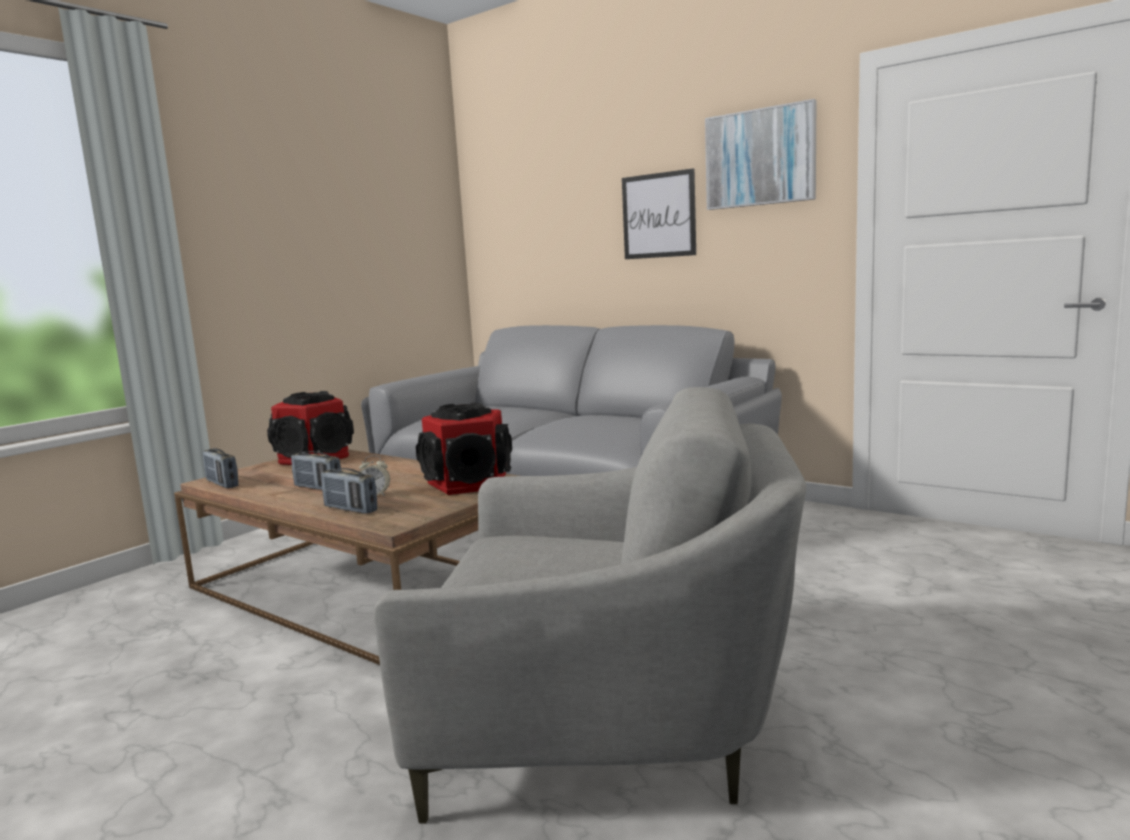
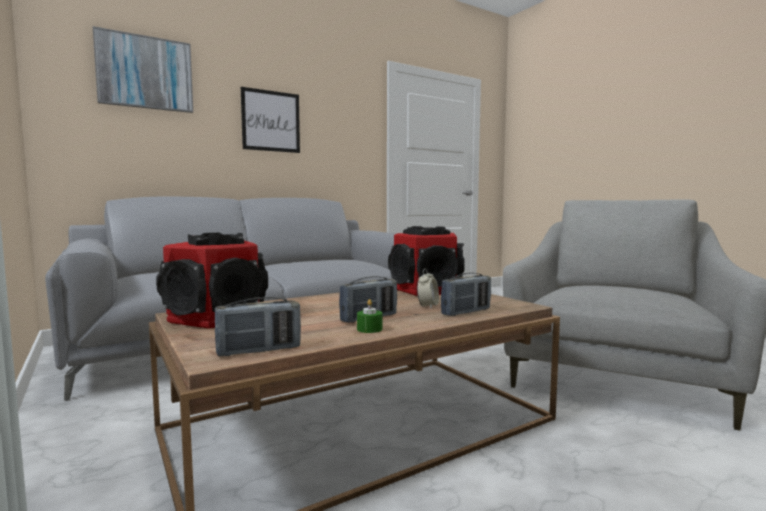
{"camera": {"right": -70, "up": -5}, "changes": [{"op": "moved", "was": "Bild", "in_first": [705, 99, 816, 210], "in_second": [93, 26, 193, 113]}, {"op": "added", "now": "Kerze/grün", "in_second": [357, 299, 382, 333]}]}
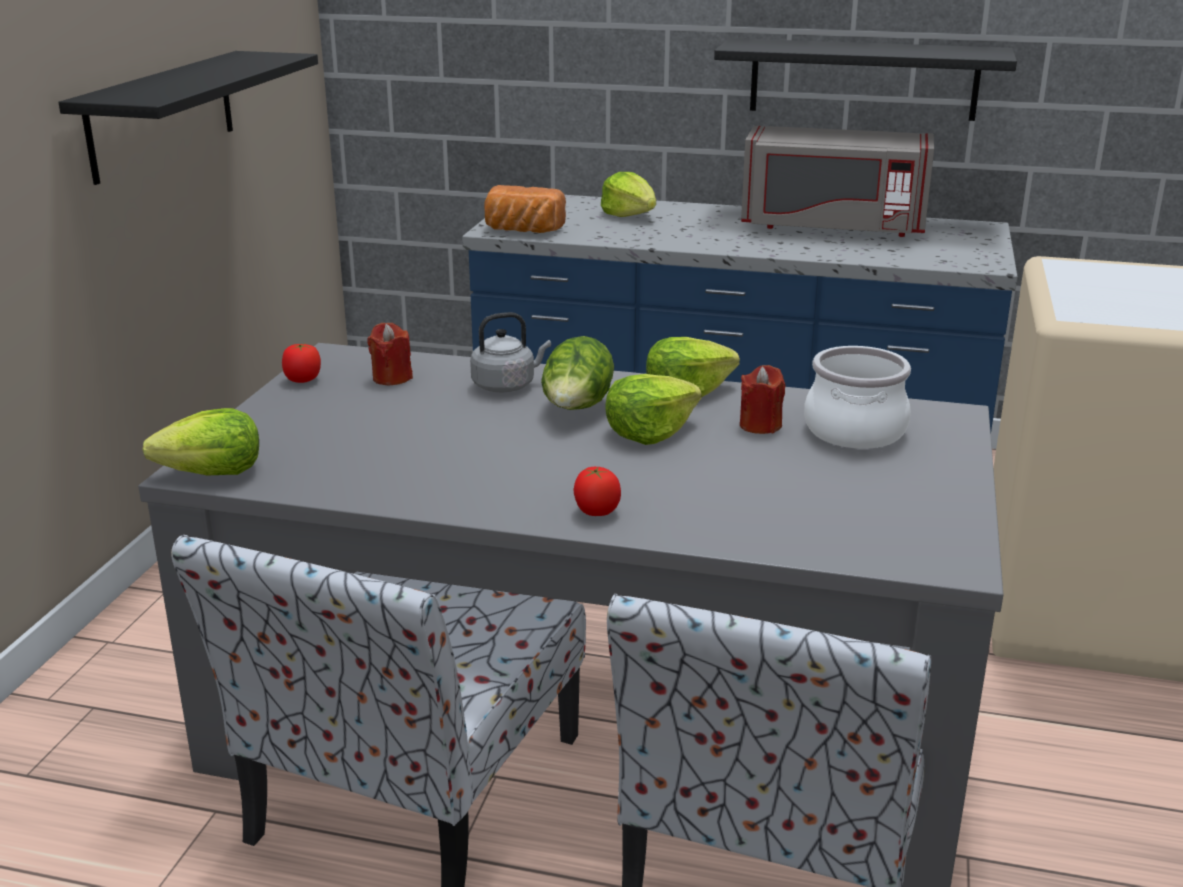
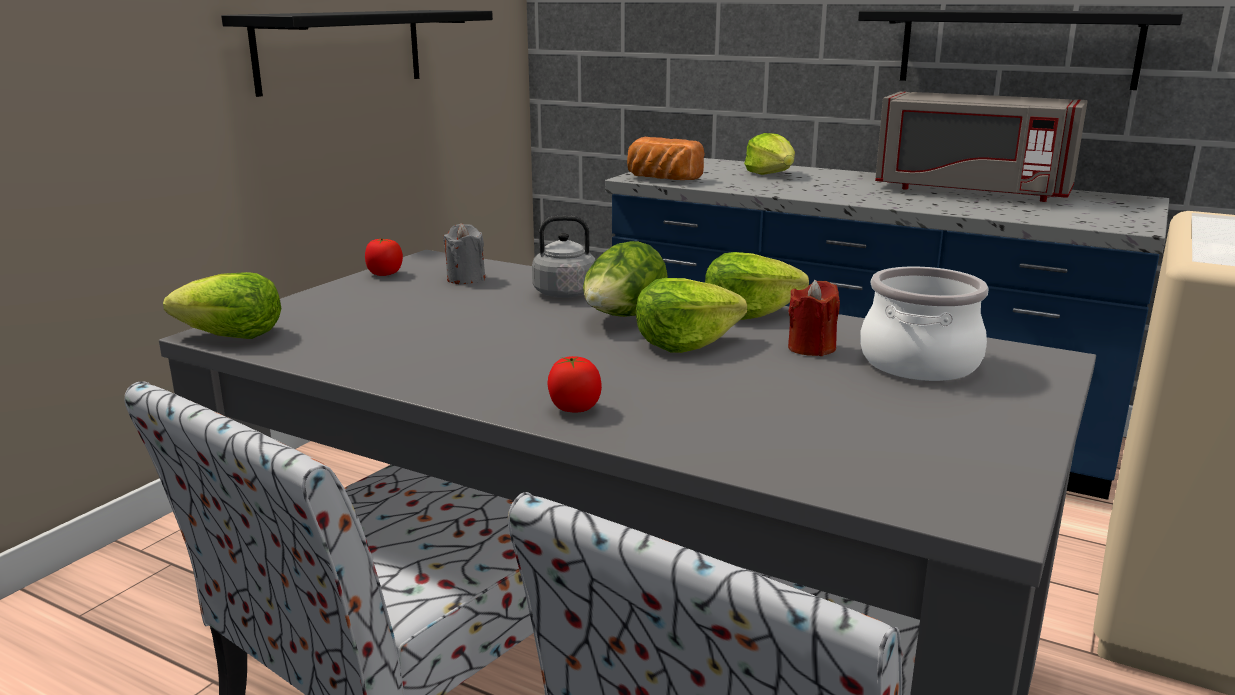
{"camera": {"right": 15, "up": -5}, "changes": [{"op": "recoloured", "was": "Kerze/rot", "now": "Kerze/grau", "in_first": [367, 323, 413, 386], "in_second": [443, 223, 485, 284]}]}
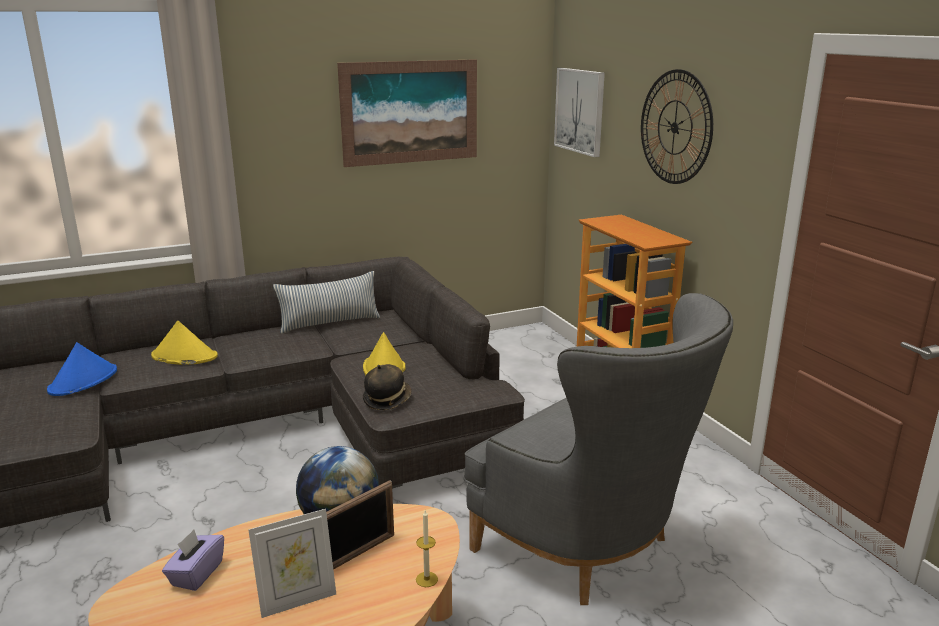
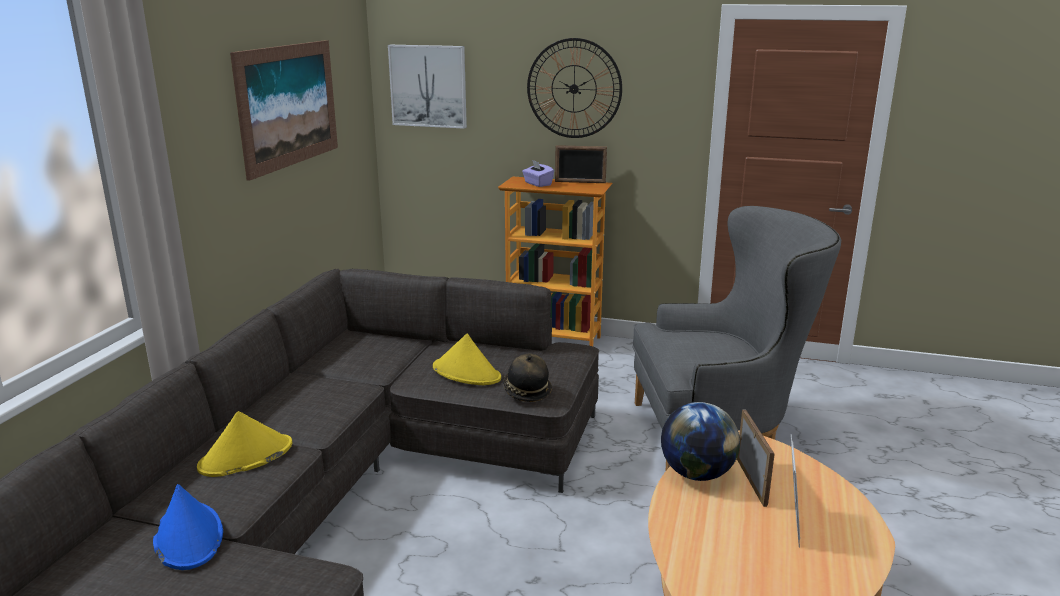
{"camera": {"right": -50, "up": 0}, "changes": [{"op": "removed", "was": "Kissen", "in_first": [273, 271, 380, 334]}, {"op": "removed", "was": "Kerze", "in_first": [416, 510, 438, 587]}, {"op": "moved", "was": "Taschentuchbox/lila", "in_first": [162, 530, 224, 591], "in_second": [522, 160, 554, 187]}, {"op": "added", "now": "Bilderrahmen", "in_second": [555, 145, 607, 183]}]}
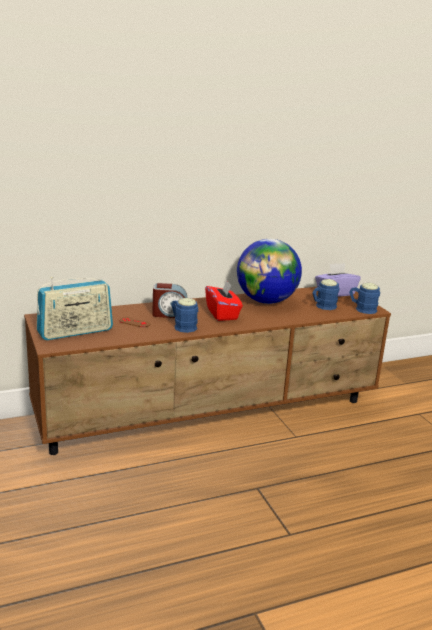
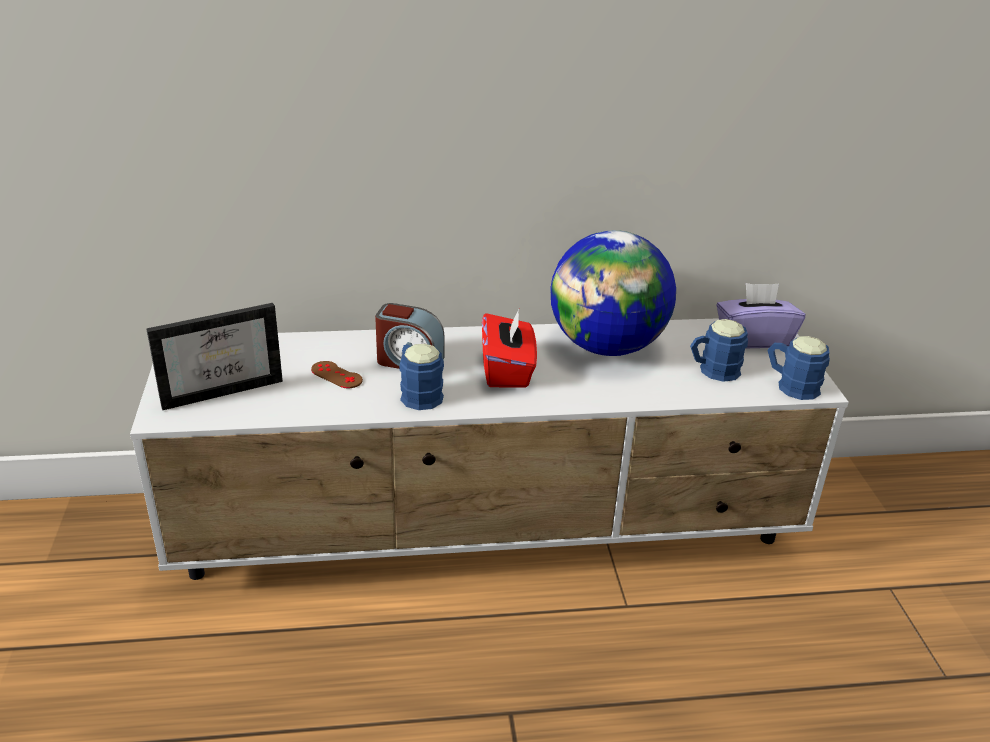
{"camera": {"right": 15, "up": 10}, "changes": [{"op": "replaced", "was": "Radio", "now": "Bilderrahmen", "in_first": [37, 277, 113, 340], "in_second": [146, 303, 283, 410]}, {"op": "recoloured", "was": "Fernsehschrank/braun", "now": "Fernsehschrank/weiß", "in_first": [24, 287, 391, 455], "in_second": [130, 318, 849, 580]}]}
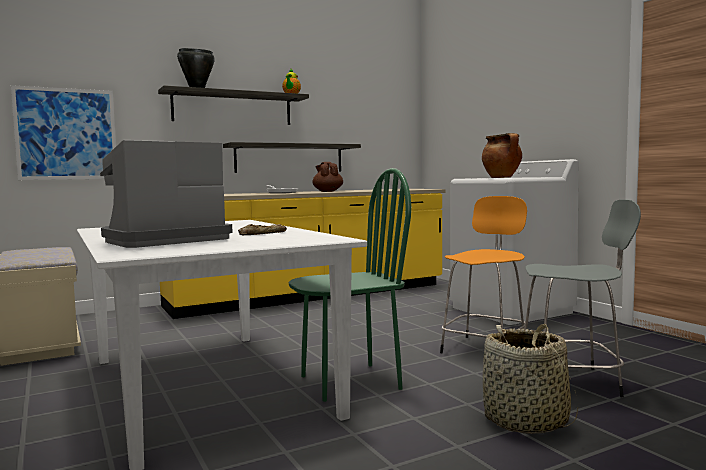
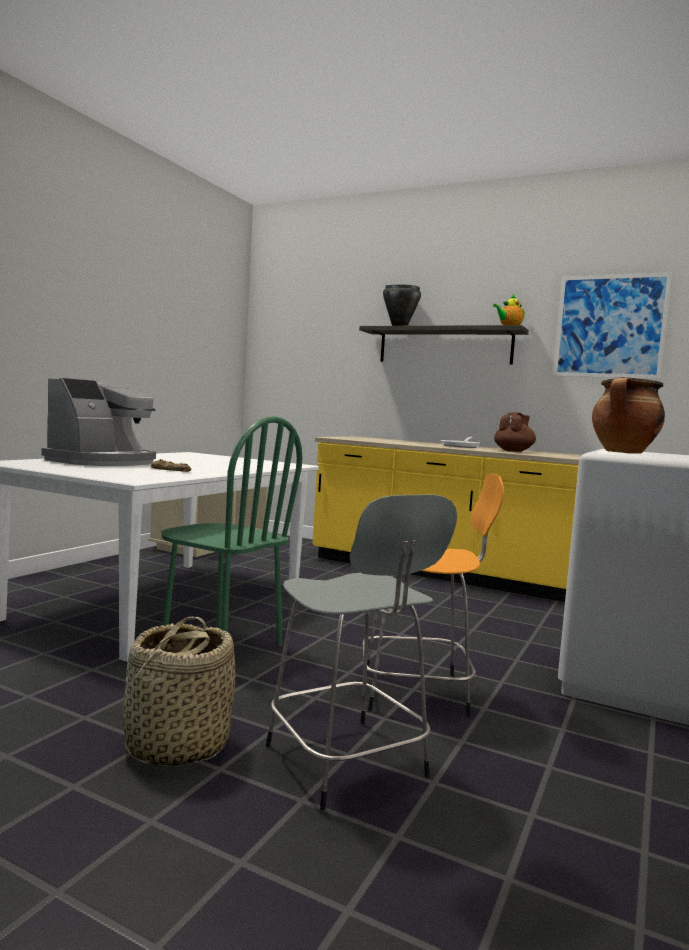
{"camera": {"right": 55, "up": 0}, "changes": [{"op": "moved", "was": "Bild", "in_first": [11, 85, 116, 180], "in_second": [553, 272, 672, 379]}, {"op": "turned", "was": "Kaffeemaschine", "in_first": [100, 140, 233, 248], "in_second": [42, 378, 156, 466], "clockwise": 105}, {"op": "removed", "was": "Wandregal", "in_first": [223, 142, 361, 173]}]}
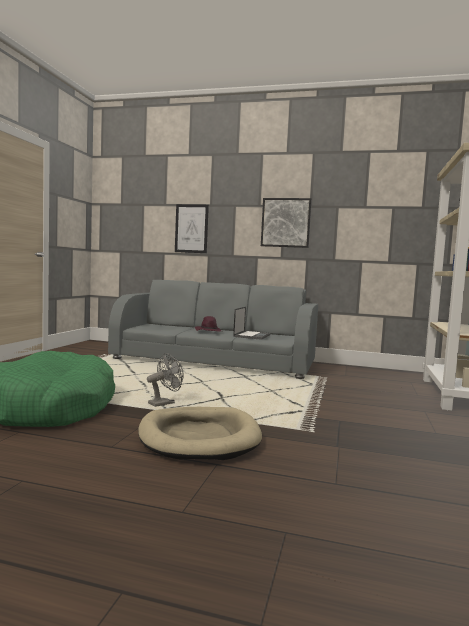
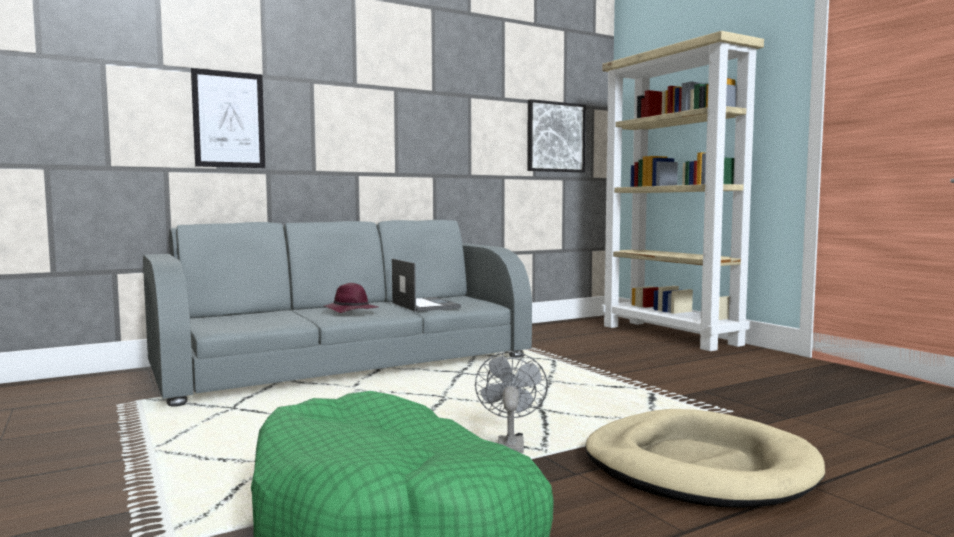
{"camera": {"right": -45, "up": 0}, "changes": [{"op": "moved", "was": "Bild", "in_first": [261, 198, 312, 248], "in_second": [527, 99, 586, 172]}]}
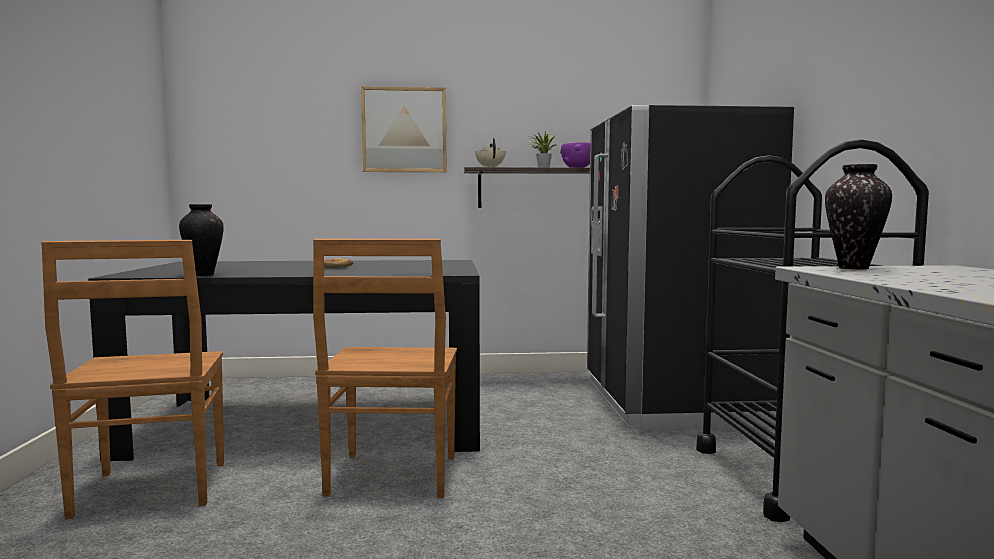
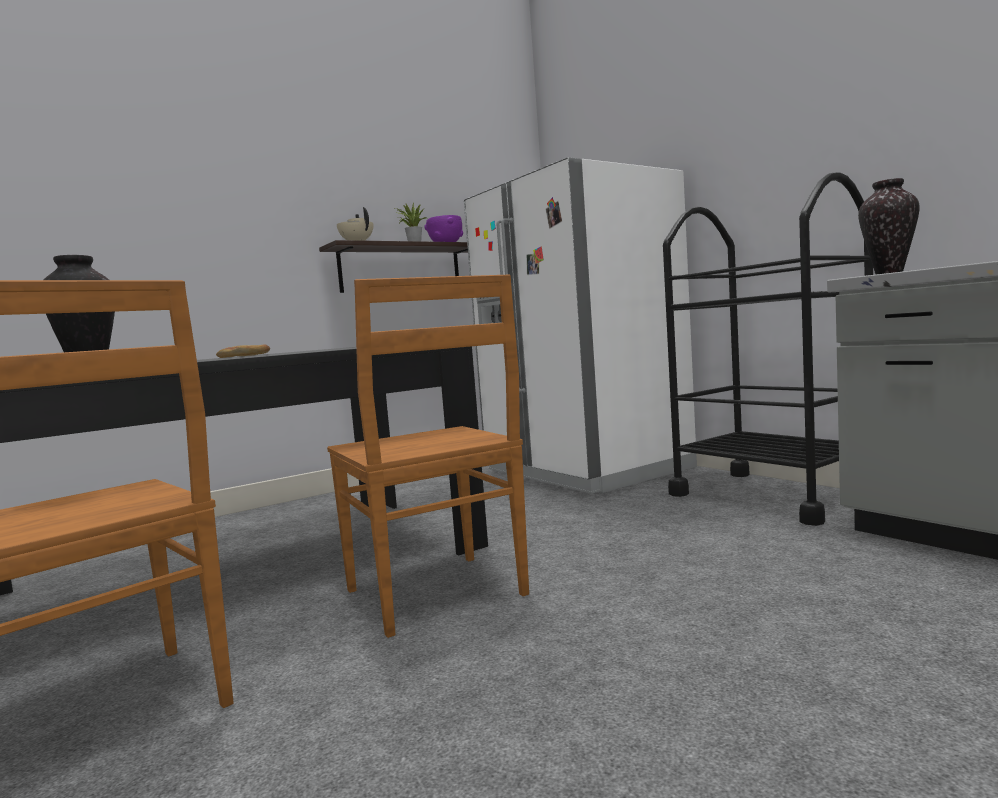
{"camera": {"right": -30, "up": 0}, "changes": [{"op": "removed", "was": "Bild", "in_first": [361, 86, 447, 172]}, {"op": "recoloured", "was": "Kühlschrank/schwarz", "now": "Kühlschrank/weiß", "in_first": [587, 105, 794, 430], "in_second": [464, 157, 697, 494]}]}
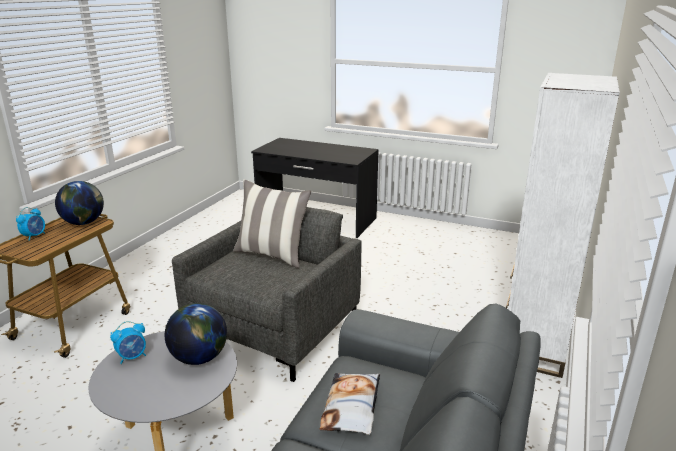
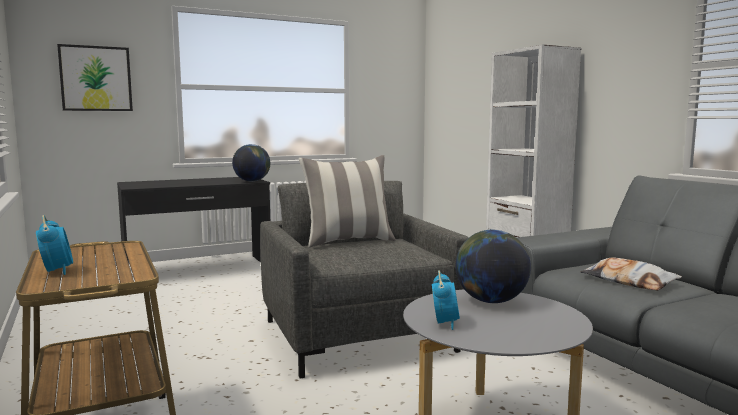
{"camera": {"right": -50, "up": -15}, "changes": [{"op": "moved", "was": "Globus", "in_first": [55, 181, 104, 225], "in_second": [232, 144, 270, 182]}, {"op": "added", "now": "Bild", "in_second": [57, 44, 133, 111]}]}
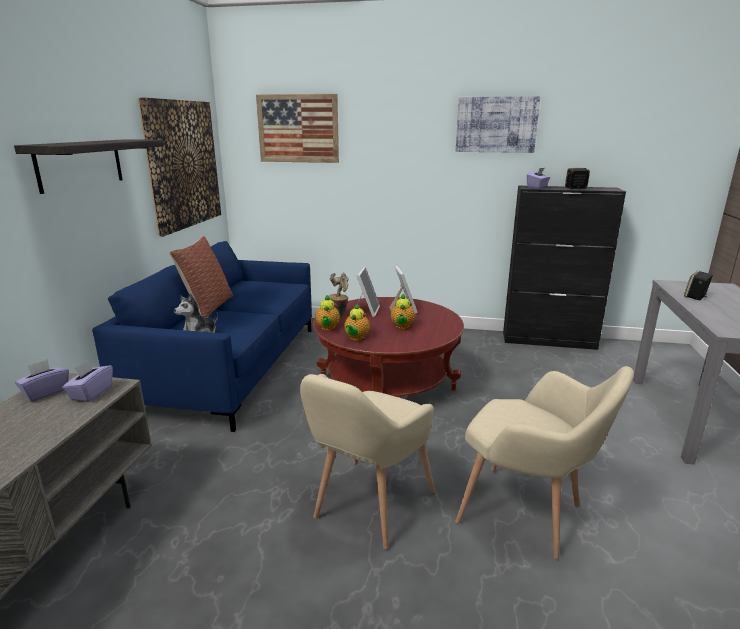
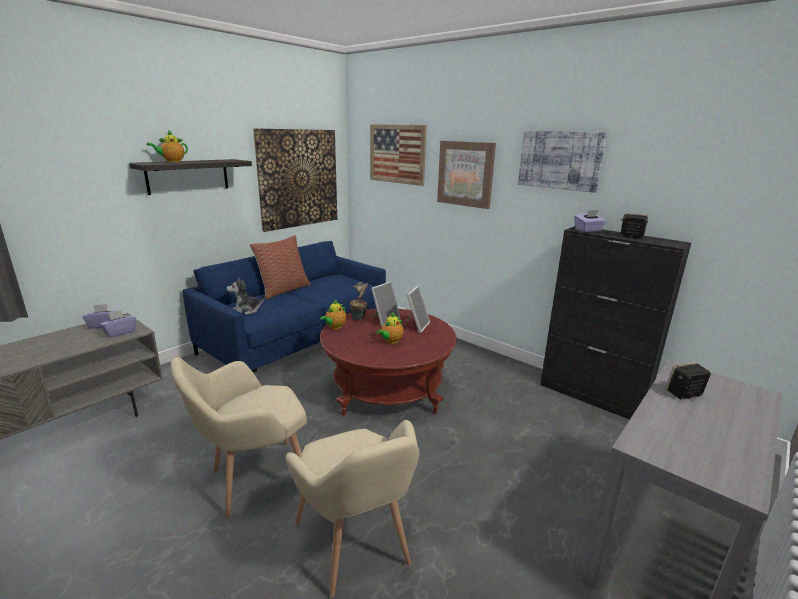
{"camera": {"right": 30, "up": 0}, "changes": [{"op": "moved", "was": "Teekanne", "in_first": [344, 303, 370, 340], "in_second": [147, 131, 188, 162]}, {"op": "added", "now": "Bild", "in_second": [437, 141, 496, 209]}]}
